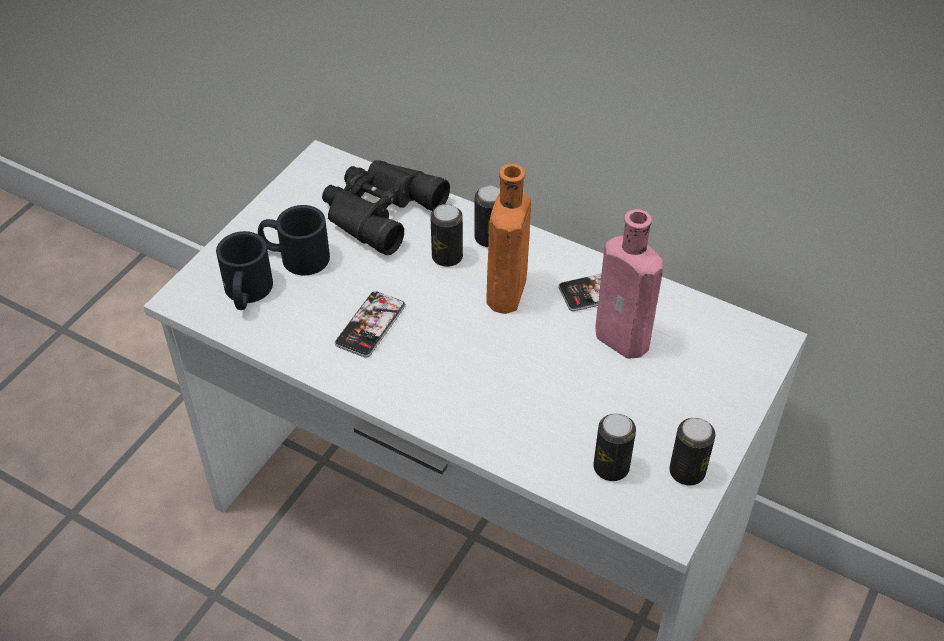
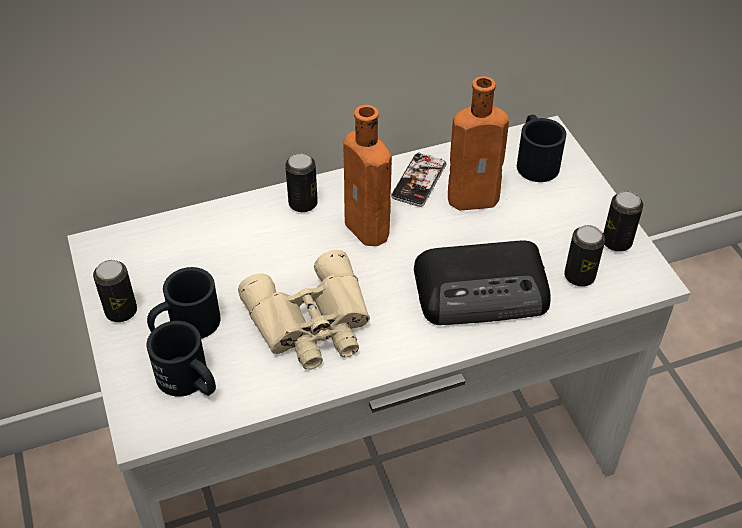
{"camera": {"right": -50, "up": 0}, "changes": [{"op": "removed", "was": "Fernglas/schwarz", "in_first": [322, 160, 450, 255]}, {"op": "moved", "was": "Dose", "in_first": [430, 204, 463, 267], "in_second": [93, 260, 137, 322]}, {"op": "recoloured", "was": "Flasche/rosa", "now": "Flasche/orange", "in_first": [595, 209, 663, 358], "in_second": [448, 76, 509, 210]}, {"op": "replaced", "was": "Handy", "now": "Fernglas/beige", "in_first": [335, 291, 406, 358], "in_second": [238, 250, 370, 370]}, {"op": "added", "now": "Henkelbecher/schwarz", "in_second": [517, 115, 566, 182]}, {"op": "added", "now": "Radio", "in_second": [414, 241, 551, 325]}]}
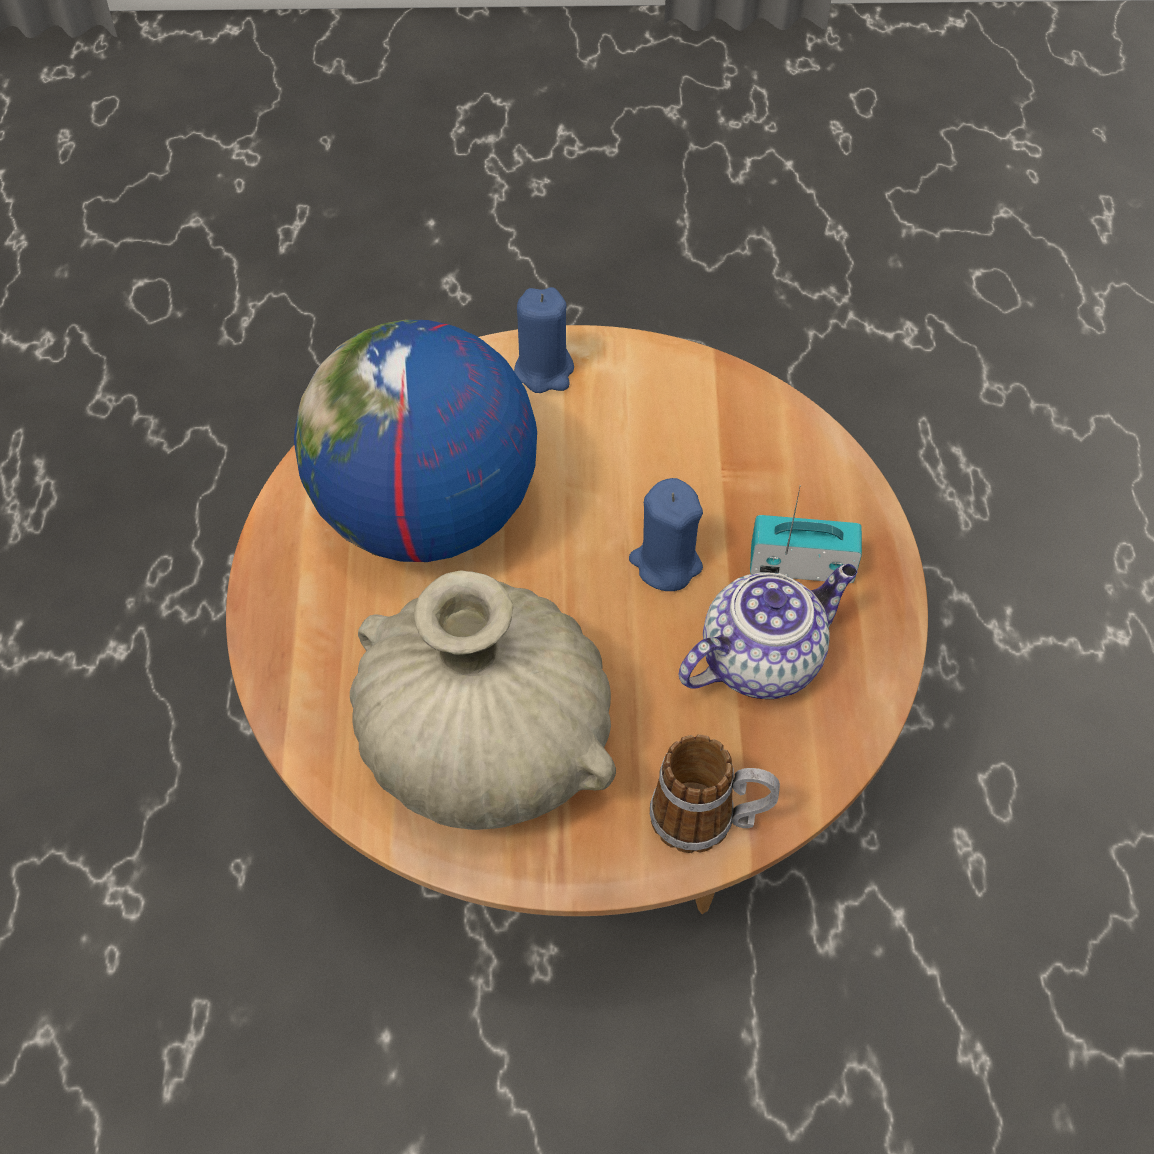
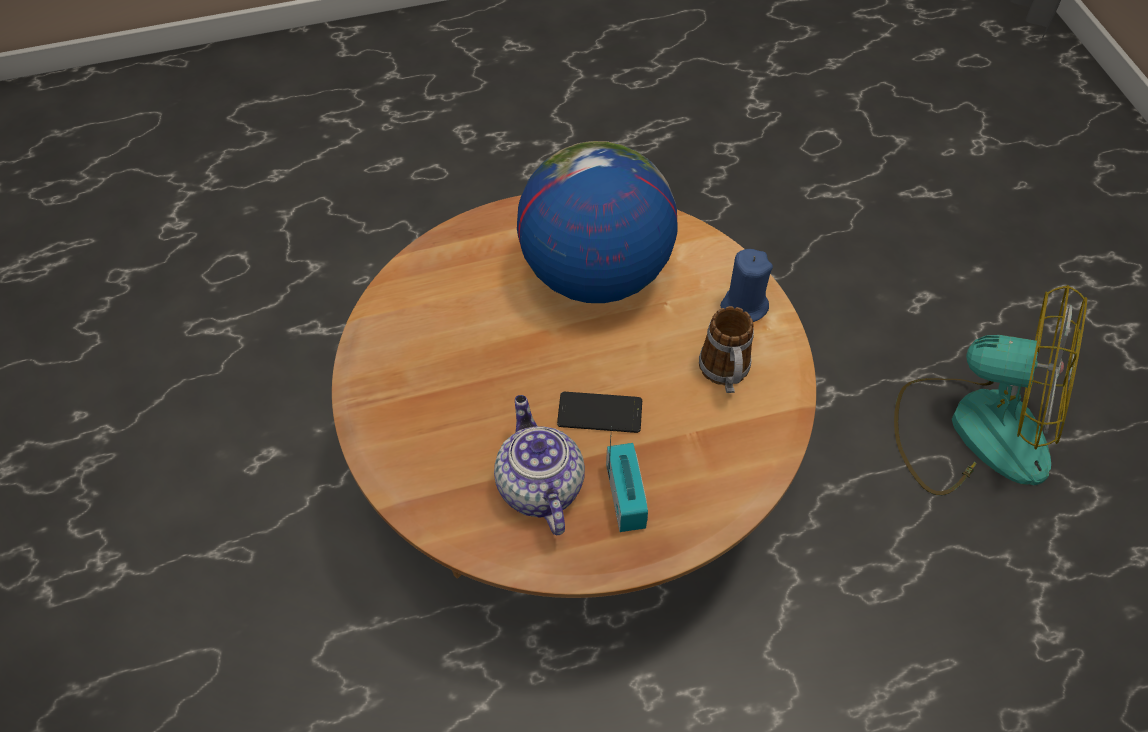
{"camera": {"right": 75, "up": 0}, "changes": [{"op": "replaced", "was": "Kerze/blau", "now": "Handy", "in_first": [629, 478, 703, 591], "in_second": [557, 392, 642, 433]}, {"op": "turned", "was": "Teekanne", "in_first": [679, 564, 857, 699], "in_second": [494, 395, 585, 535], "clockwise": -150}, {"op": "removed", "was": "Vase/beige", "in_first": [350, 570, 616, 830]}, {"op": "moved", "was": "Henkelbecher", "in_first": [650, 734, 780, 853], "in_second": [699, 306, 754, 393]}, {"op": "added", "now": "Ventilator", "in_second": [894, 285, 1087, 495]}]}
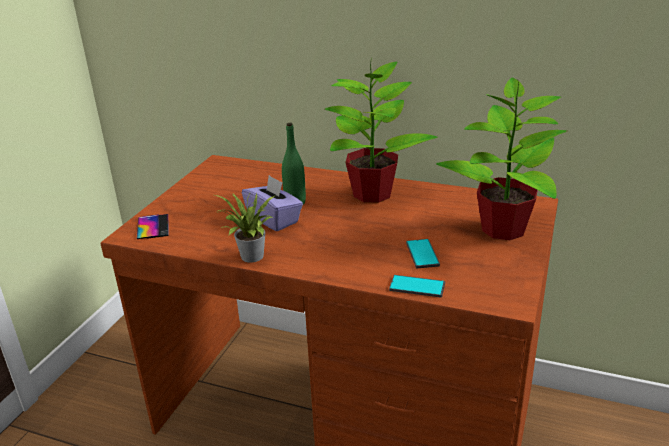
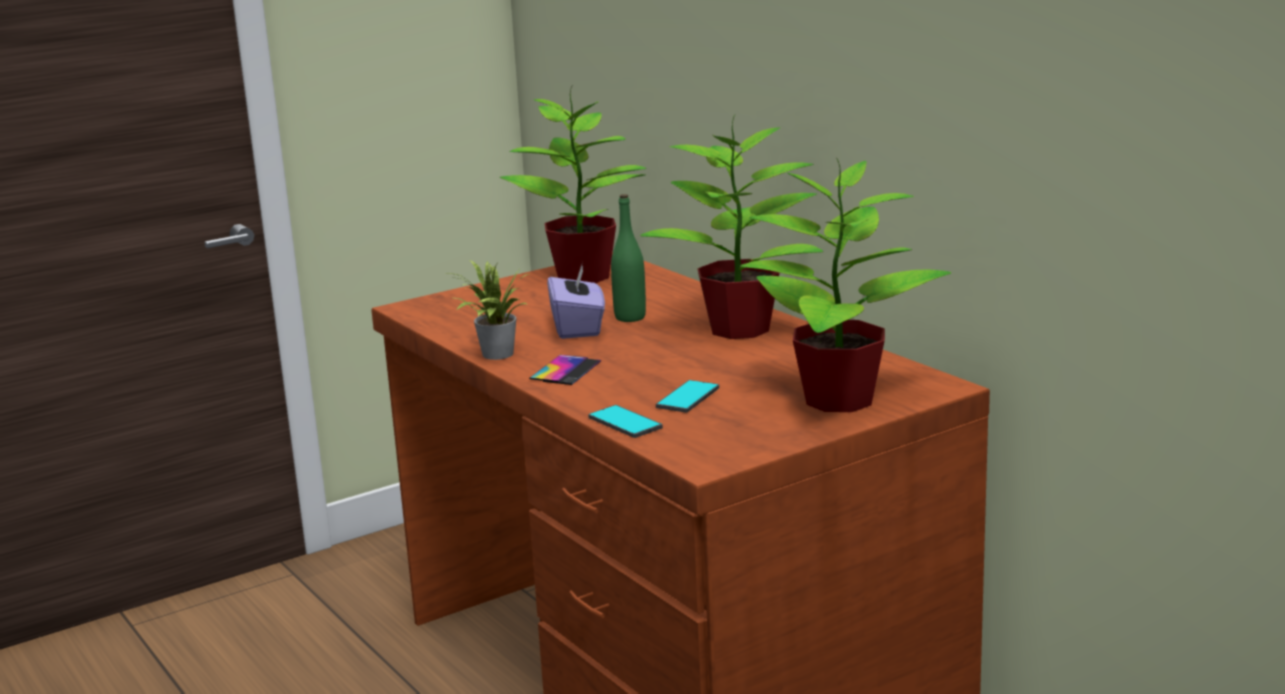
{"camera": {"right": 35, "up": -10}, "changes": [{"op": "moved", "was": "Handy", "in_first": [137, 214, 168, 239], "in_second": [529, 355, 601, 385]}, {"op": "added", "now": "Topfpflanze", "in_second": [500, 86, 646, 283]}]}
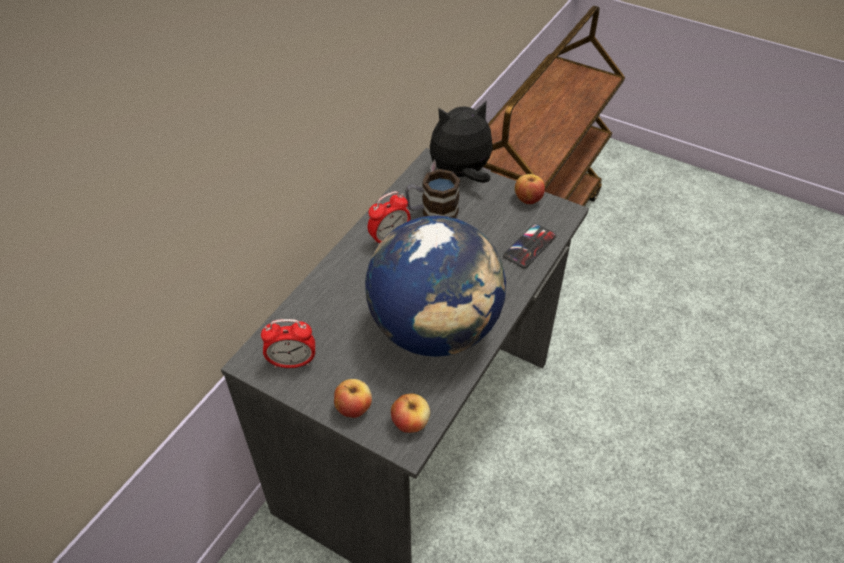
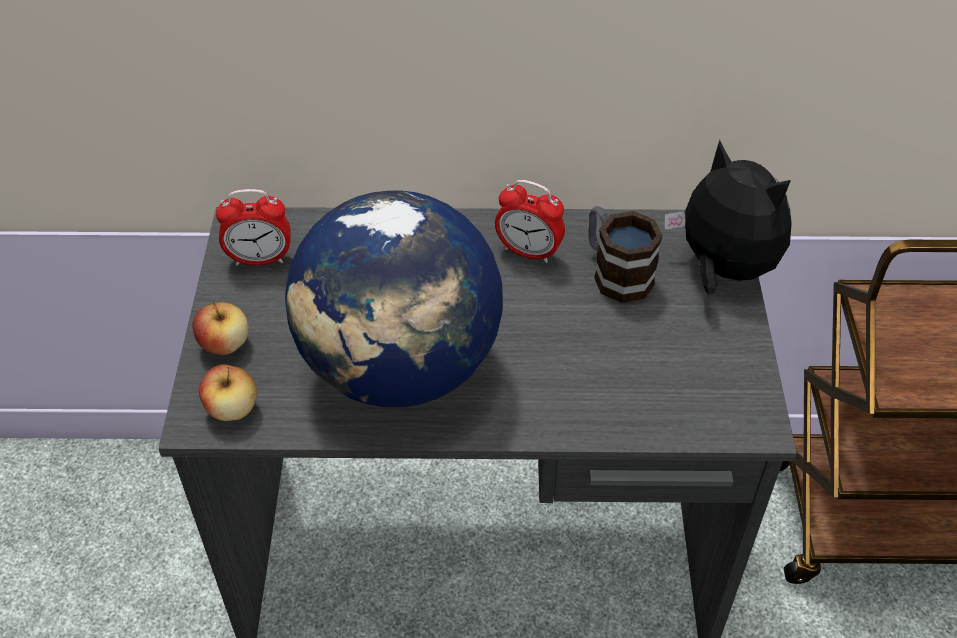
{"camera": {"right": 60, "up": 0}, "changes": [{"op": "removed", "was": "Apfel", "in_first": [515, 174, 545, 204]}, {"op": "removed", "was": "Handy", "in_first": [503, 223, 557, 268]}, {"op": "turned", "was": "Wecker", "in_first": [261, 319, 315, 368], "in_second": [216, 189, 291, 266], "clockwise": -60}]}
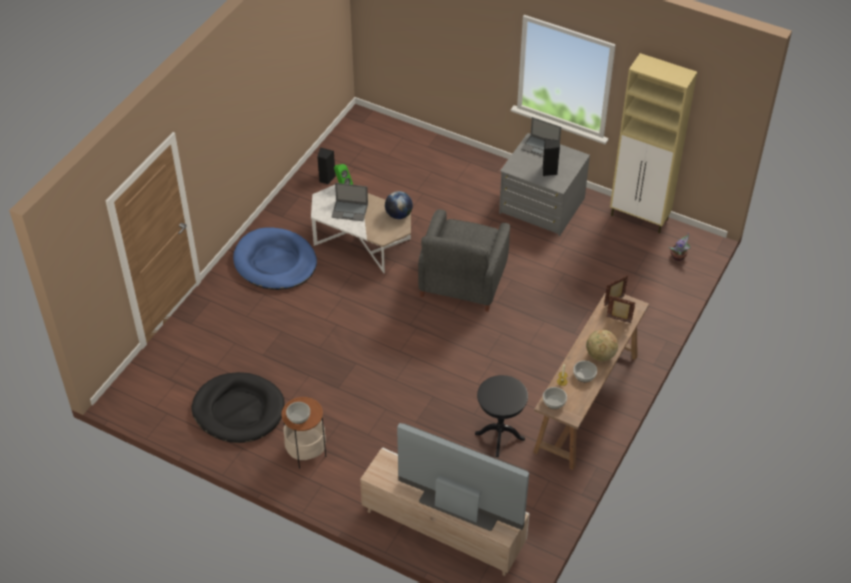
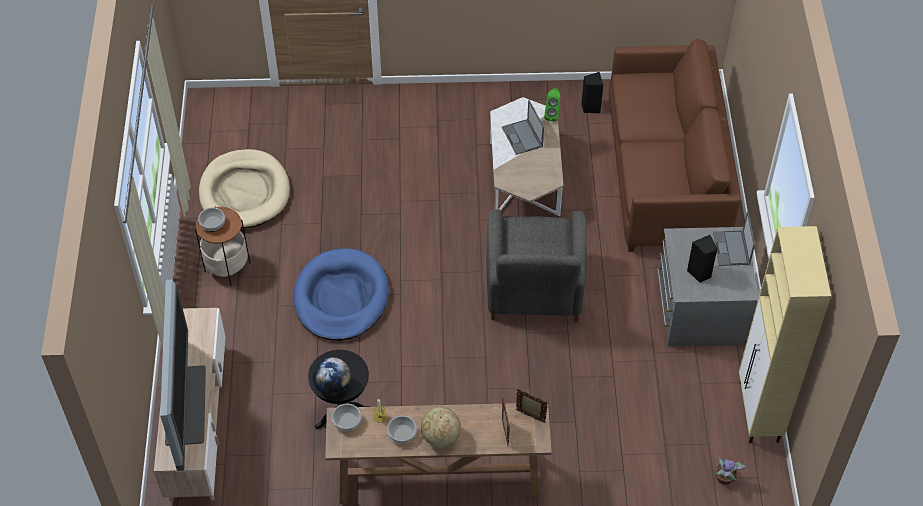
{"camera": {"right": 60, "up": 5}, "changes": [{"op": "moved", "was": "Globus", "in_first": [385, 191, 413, 219], "in_second": [313, 357, 351, 396]}, {"op": "turned", "was": "Sessel/grau", "in_first": [418, 209, 510, 312], "in_second": [486, 209, 586, 322], "clockwise": -75}, {"op": "moved", "was": "Hundebett/blau", "in_first": [233, 227, 317, 290], "in_second": [293, 249, 389, 341]}, {"op": "recoloured", "was": "Hundebett/schwarz", "now": "Hundebett/beige", "in_first": [191, 372, 285, 443], "in_second": [199, 149, 290, 228]}, {"op": "added", "now": "Sofa/braun", "in_second": [608, 39, 741, 252]}]}
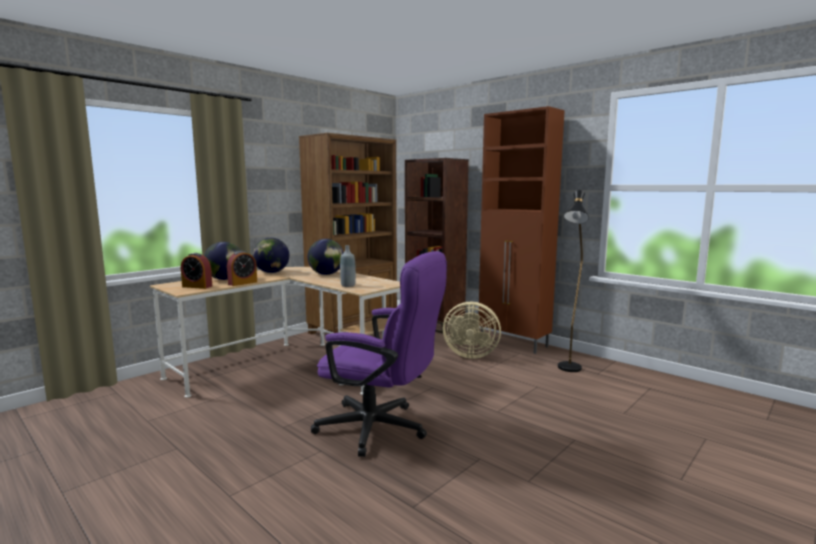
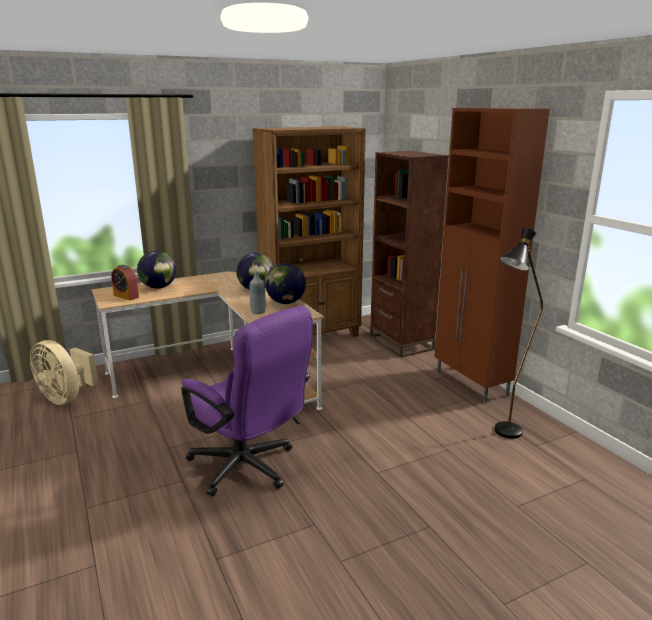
{"camera": {"right": 20, "up": 10}, "changes": [{"op": "moved", "was": "Globus", "in_first": [253, 238, 289, 273], "in_second": [265, 263, 306, 304]}, {"op": "removed", "was": "Wecker", "in_first": [227, 251, 257, 286]}, {"op": "moved", "was": "Ventilator/beige", "in_first": [443, 302, 501, 359], "in_second": [30, 340, 98, 405]}]}
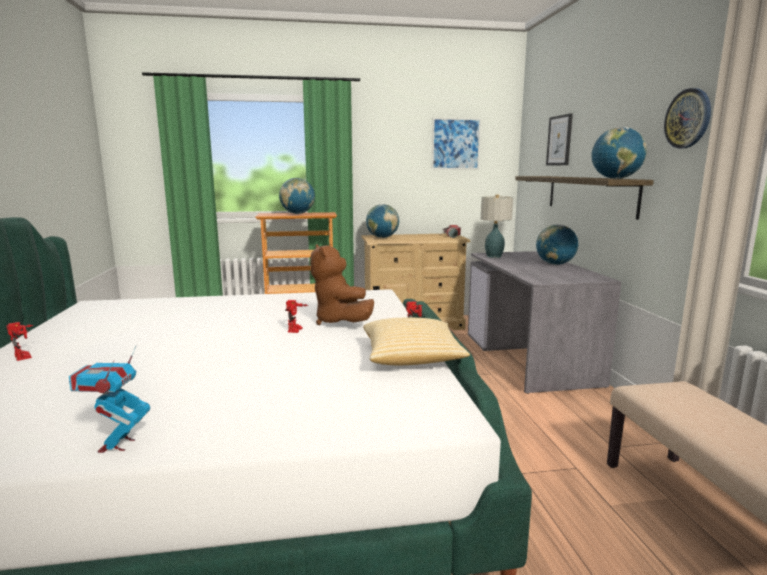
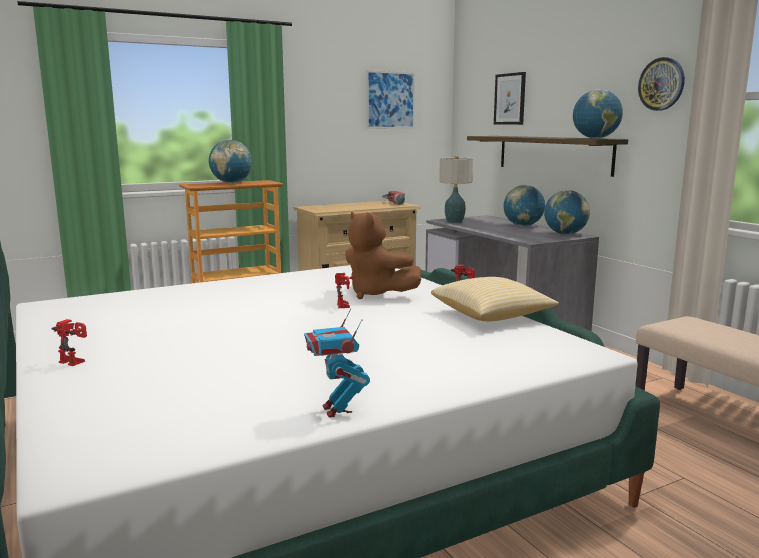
{"camera": {"right": -20, "up": 0}, "changes": [{"op": "moved", "was": "Globus", "in_first": [366, 204, 399, 238], "in_second": [544, 190, 590, 235]}]}
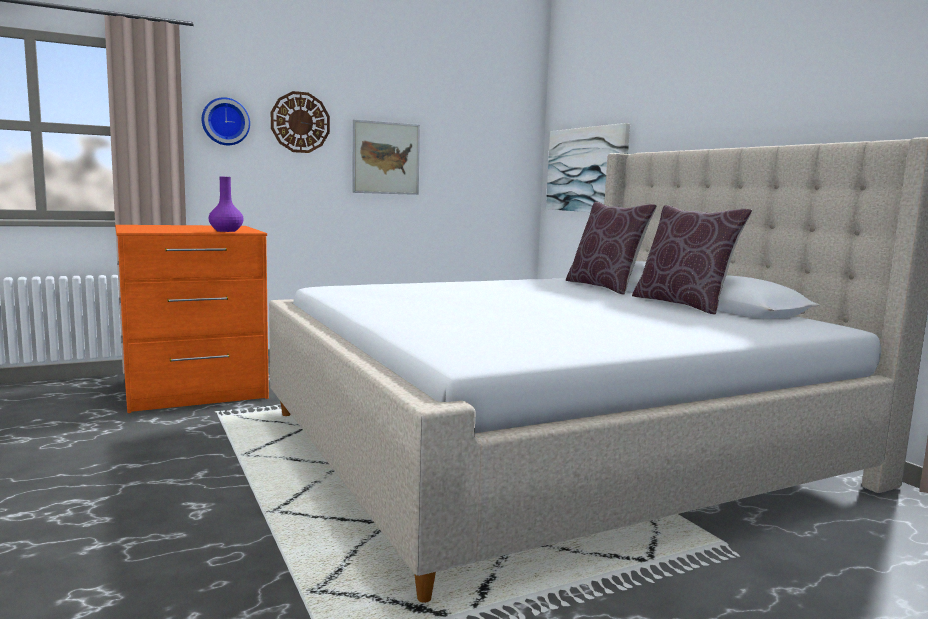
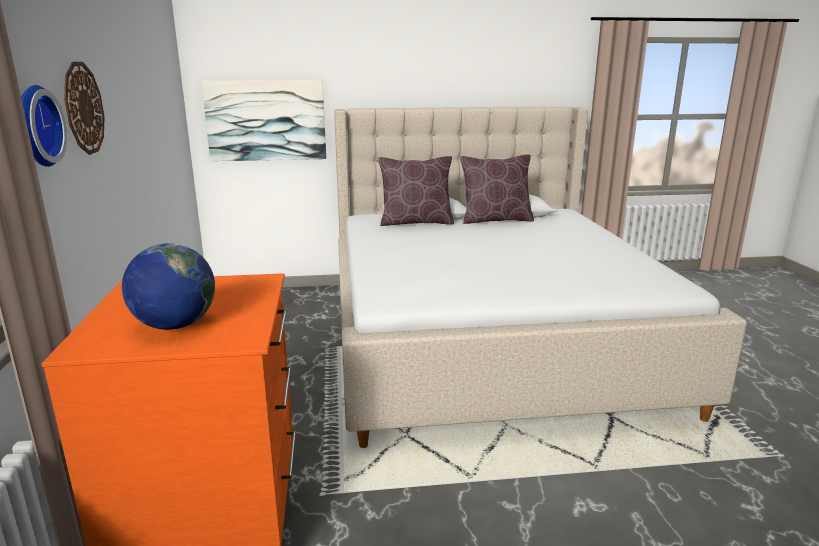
{"camera": {"right": -70, "up": 10}, "changes": [{"op": "removed", "was": "Bild", "in_first": [352, 119, 420, 195]}, {"op": "removed", "was": "Vase/lila", "in_first": [209, 176, 244, 232]}, {"op": "added", "now": "Globus", "in_second": [122, 243, 215, 330]}]}
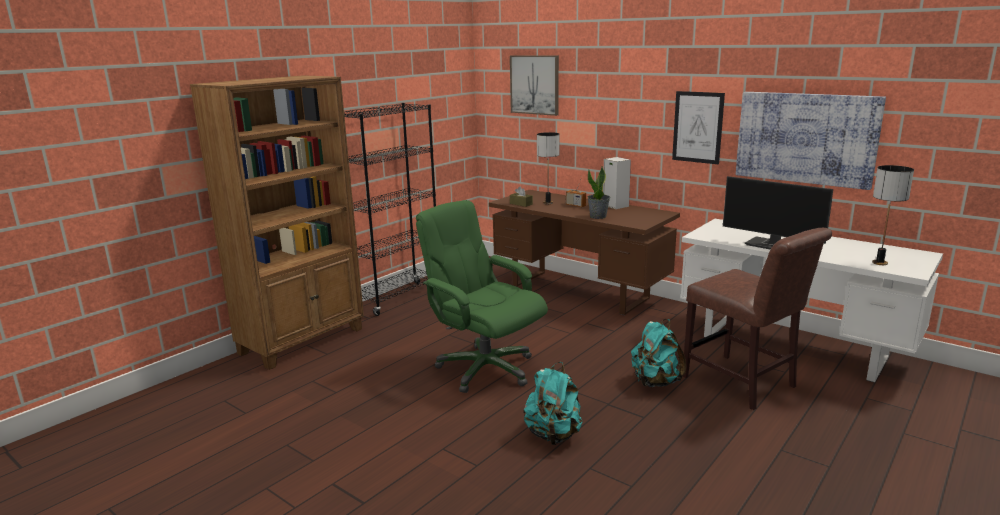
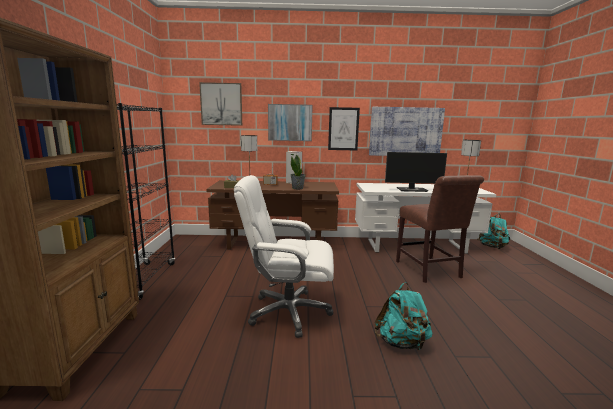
{"camera": {"right": -40, "up": -5}, "changes": [{"op": "recoloured", "was": "Bürostuhl/grün", "now": "Bürostuhl/weiß", "in_first": [416, 200, 548, 393], "in_second": [234, 175, 334, 338]}, {"op": "turned", "was": "Stuhl/braun", "in_first": [682, 228, 832, 410], "in_second": [396, 175, 484, 283], "clockwise": 60}, {"op": "moved", "was": "Rucksack/türkis", "in_first": [631, 319, 686, 387], "in_second": [477, 214, 510, 249]}, {"op": "added", "now": "Bild", "in_second": [268, 104, 313, 141]}]}
